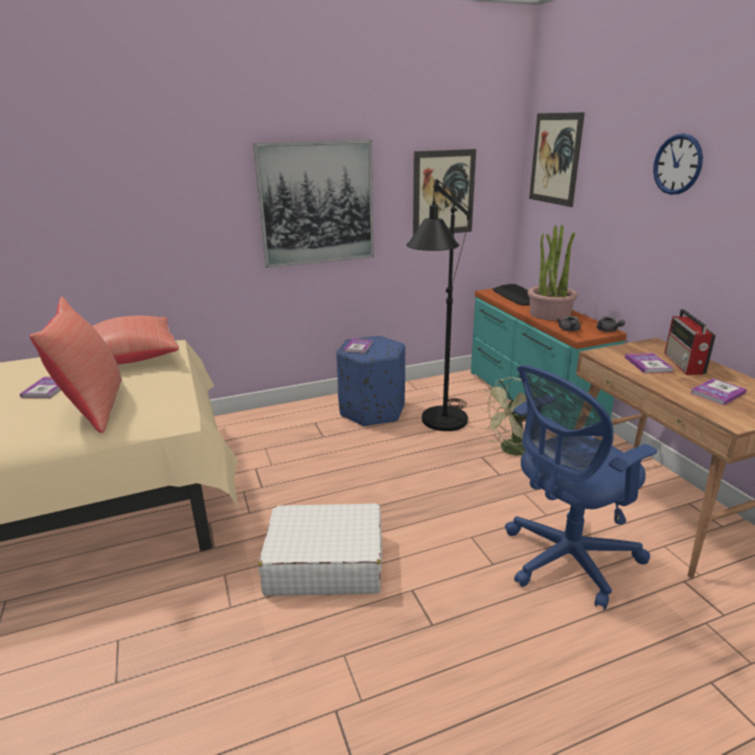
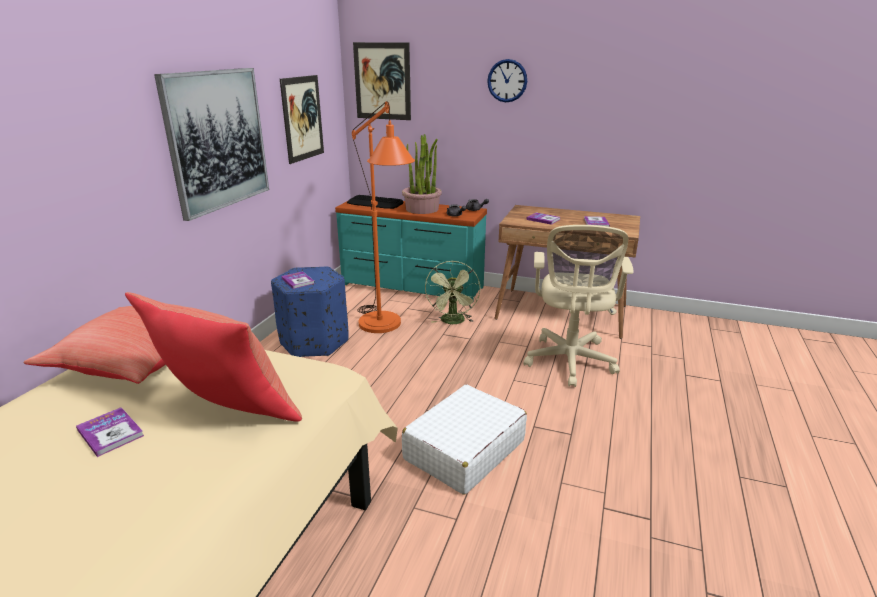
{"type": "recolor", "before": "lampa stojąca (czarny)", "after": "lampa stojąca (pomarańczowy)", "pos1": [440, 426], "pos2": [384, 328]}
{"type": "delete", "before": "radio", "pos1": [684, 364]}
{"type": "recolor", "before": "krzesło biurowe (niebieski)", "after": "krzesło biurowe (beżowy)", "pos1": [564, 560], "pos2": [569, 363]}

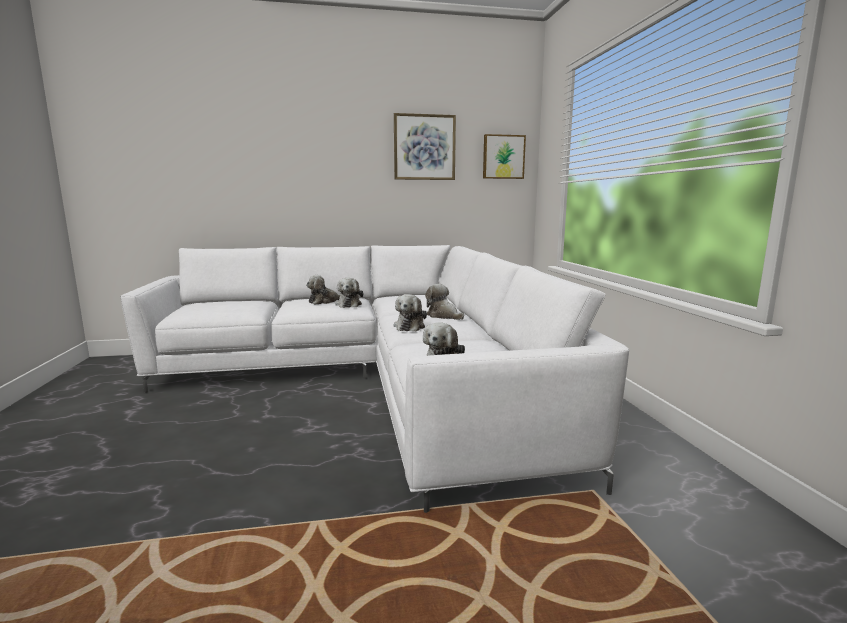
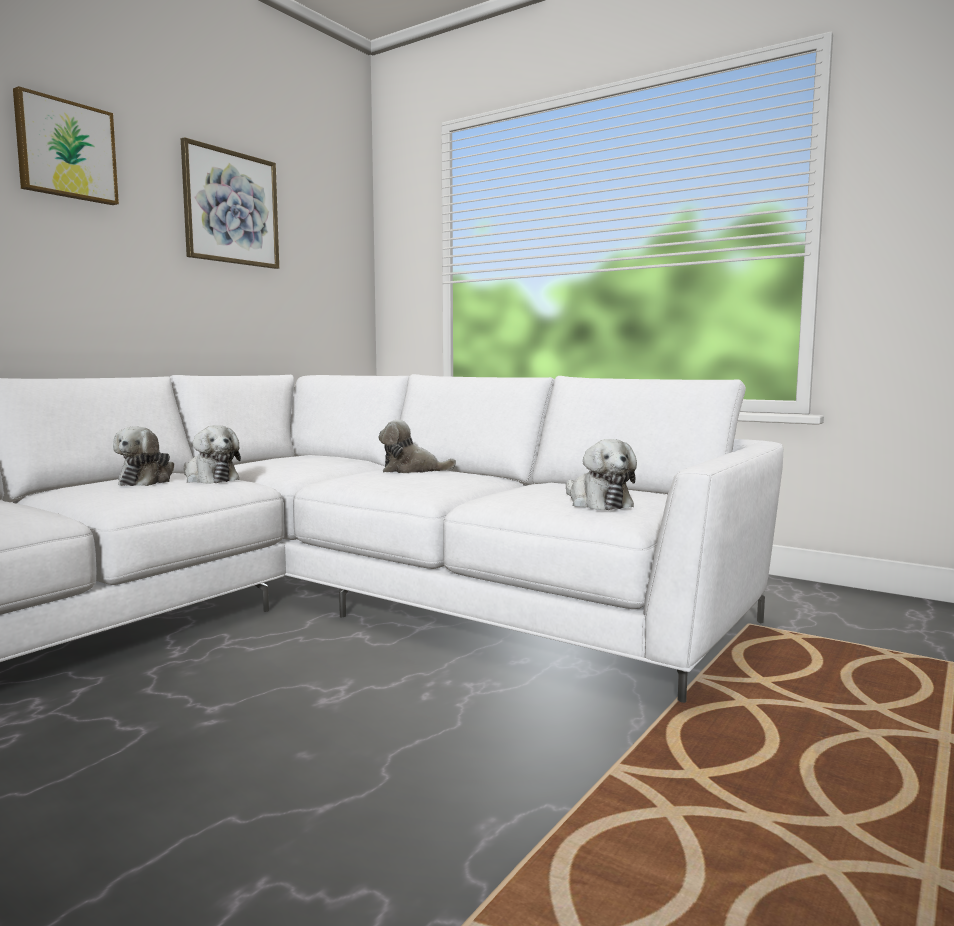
{"type": "move", "before": "obraz", "pos1": [503, 157], "pos2": [65, 150]}
{"type": "delete", "before": "pluszak", "pos1": [410, 326]}

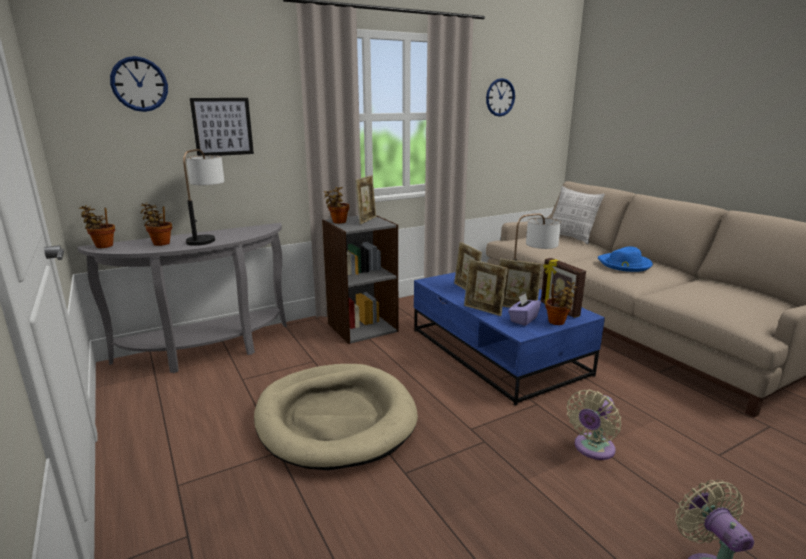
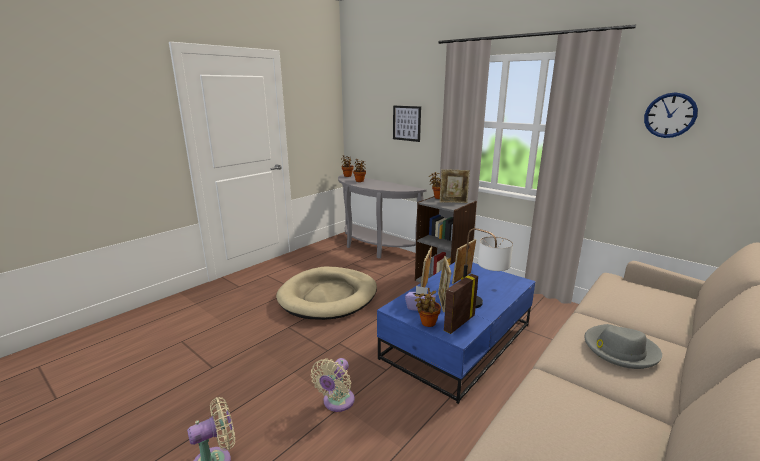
{"type": "delete", "before": "zegar ścienny", "pos1": [139, 84]}
{"type": "delete", "before": "lampa stołowa", "pos1": [209, 237]}
{"type": "delete", "before": "poduszka", "pos1": [571, 238]}
{"type": "recolor", "before": "kapelusz (niebieski)", "after": "kapelusz (szary)", "pos1": [624, 264], "pos2": [619, 349]}
{"type": "rotate", "before": "wentylator (beżowy)", "pos1": [592, 449], "pos2": [337, 402], "turn": -90}

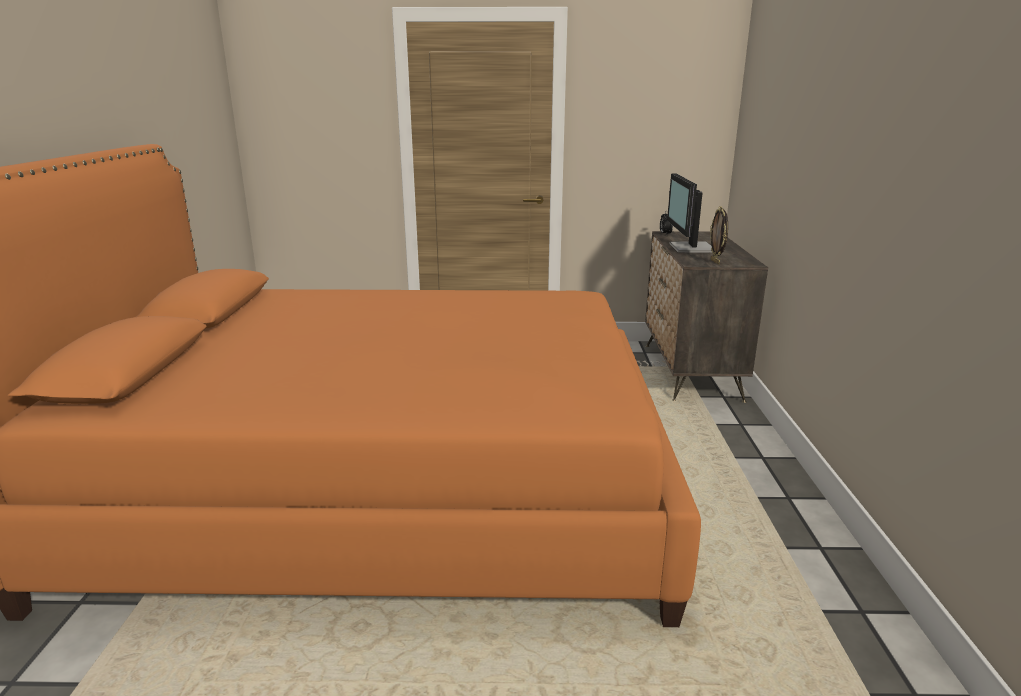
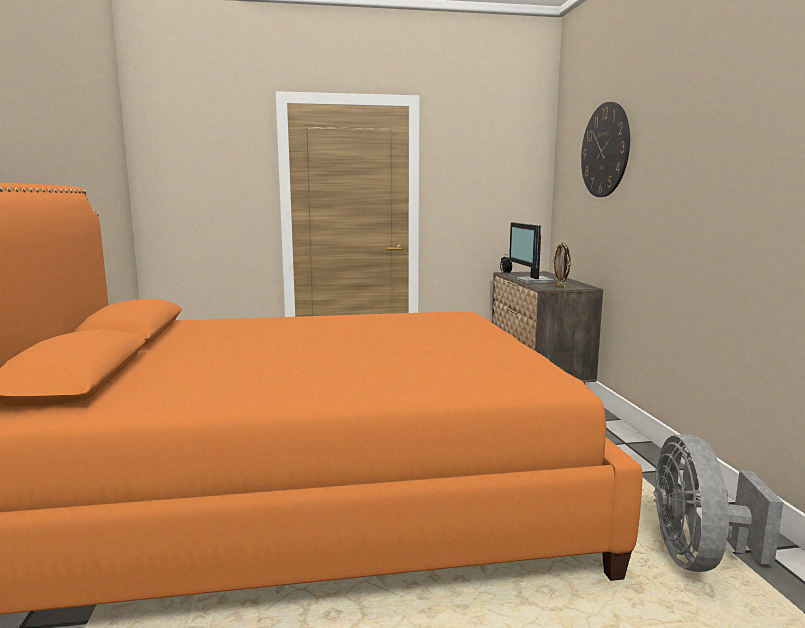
{"type": "insert", "after": "zegar ścienny", "pos2": [605, 150]}
{"type": "insert", "after": "wentylator (szary)", "pos2": [698, 557]}

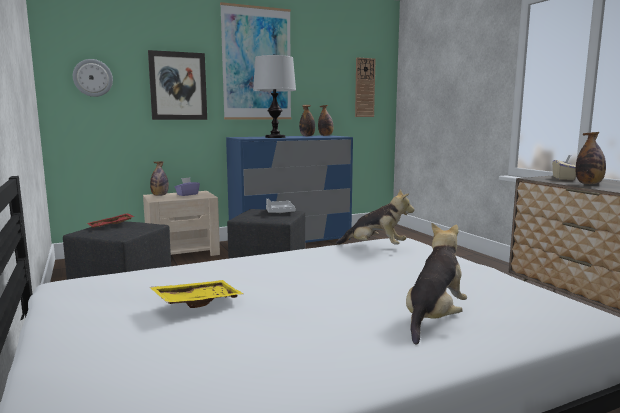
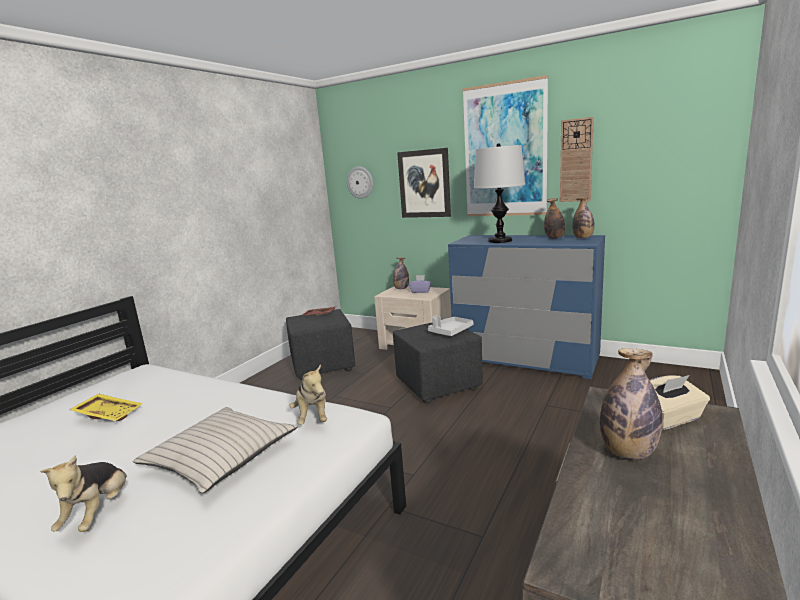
{"type": "move", "before": "zegar ścienny", "pos1": [364, 87], "pos2": [576, 160]}
{"type": "rotate", "before": "pluszak", "pos1": [434, 318], "pos2": [98, 513], "turn": 90}
{"type": "insert", "after": "poduszka (beżowy)", "pos2": [220, 458]}

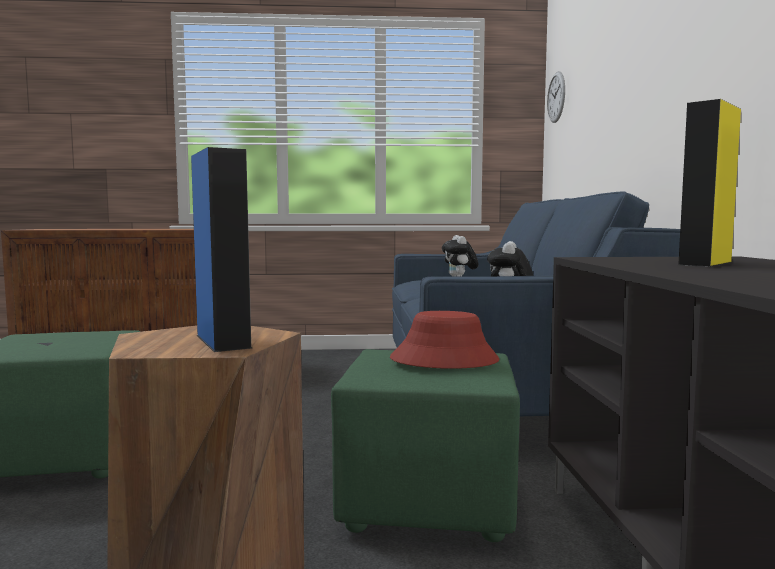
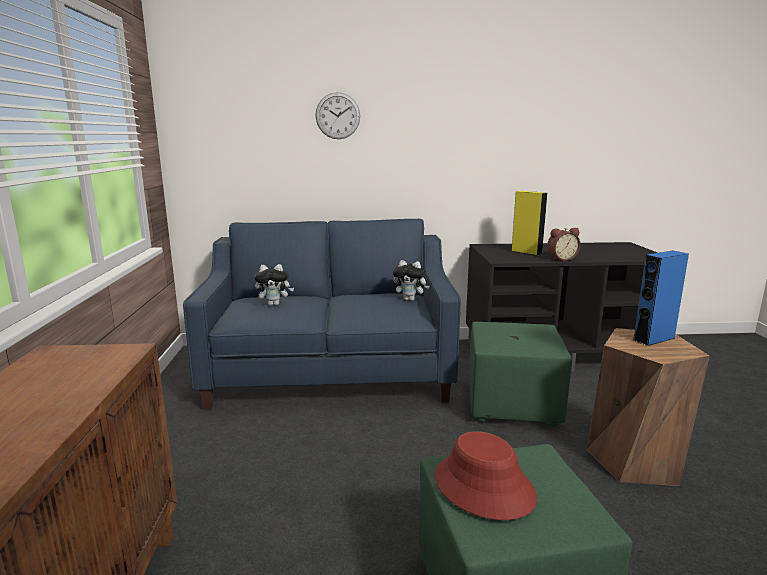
{"type": "move", "before": "zegar ścienny", "pos1": [556, 97], "pos2": [337, 116]}
{"type": "move", "before": "kapelusz (czerwony)", "pos1": [444, 360], "pos2": [483, 486]}
{"type": "insert", "after": "budzik", "pos2": [561, 259]}

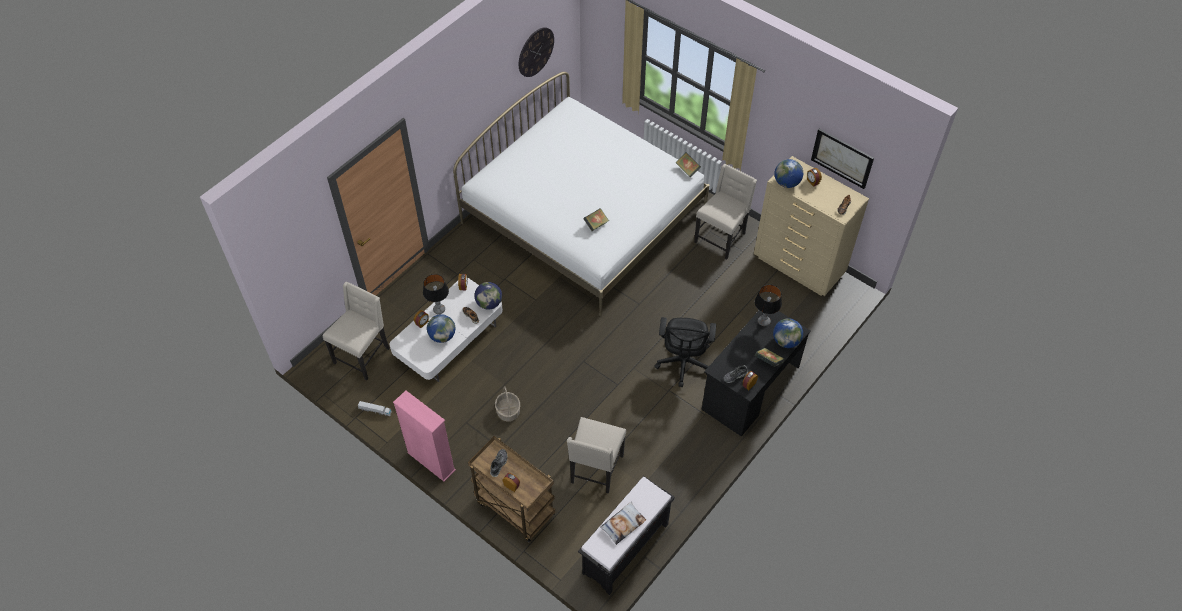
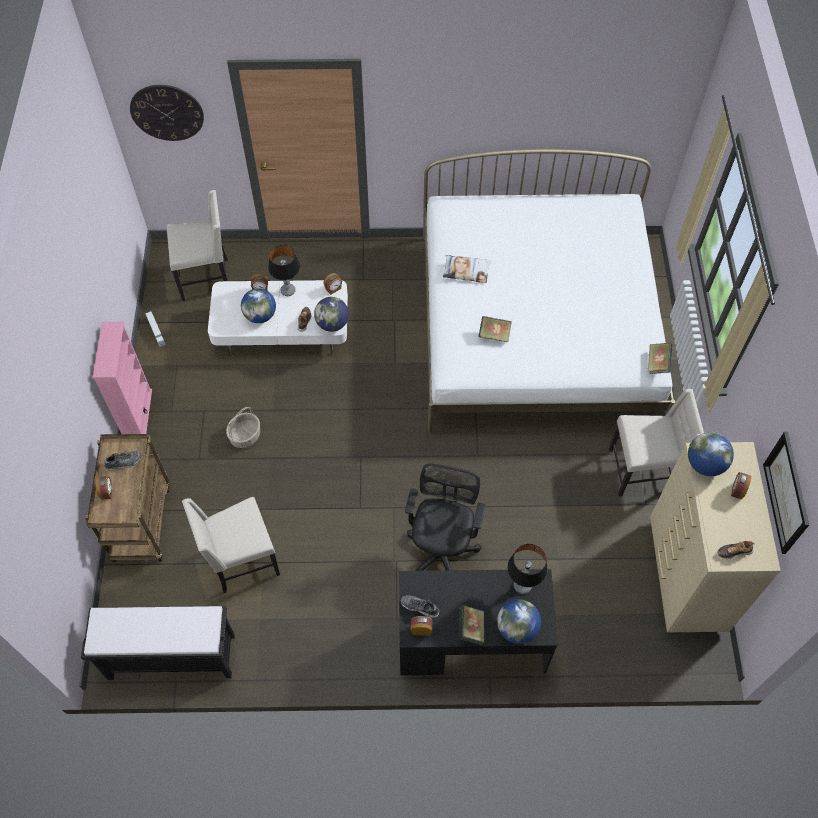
{"type": "move", "before": "zegar ścienny", "pos1": [535, 52], "pos2": [167, 112]}
{"type": "rotate", "before": "krzesło biurowe (czarny)", "pos1": [683, 364], "pos2": [441, 551], "turn": 135}
{"type": "move", "before": "poduszka", "pos1": [623, 524], "pos2": [466, 271]}

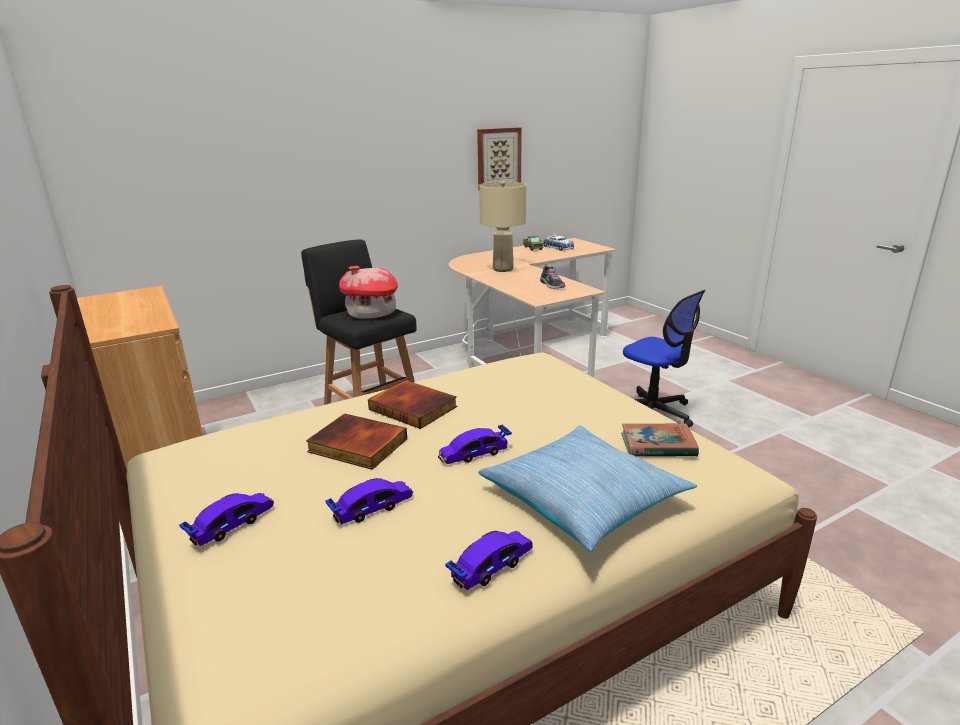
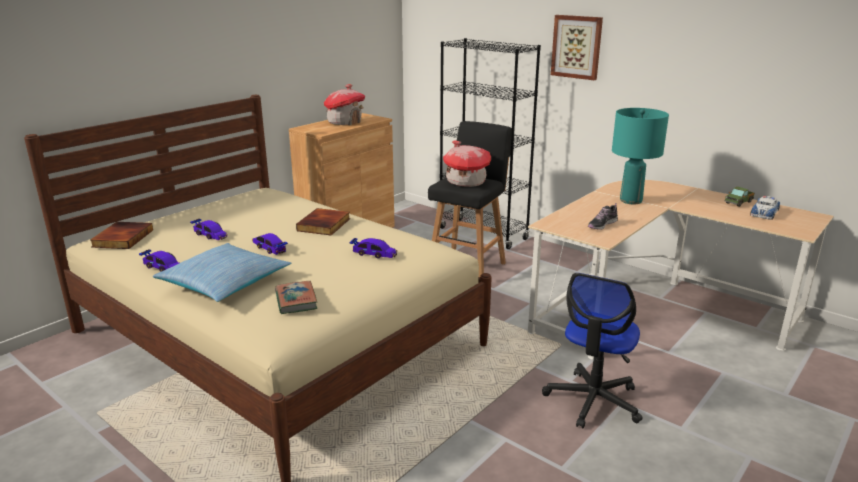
{"type": "move", "before": "obraz", "pos1": [498, 158], "pos2": [576, 47]}
{"type": "recolor", "before": "lampa stołowa (beżowy)", "after": "lampa stołowa (turkusowy)", "pos1": [502, 269], "pos2": [630, 200]}
{"type": "move", "before": "książka", "pos1": [356, 446], "pos2": [122, 238]}
{"type": "move", "before": "samochodzik", "pos1": [232, 524], "pos2": [374, 254]}
{"type": "insert", "after": "regał (czarny)", "pos2": [483, 234]}
{"type": "insert", "after": "domek", "pos2": [345, 122]}

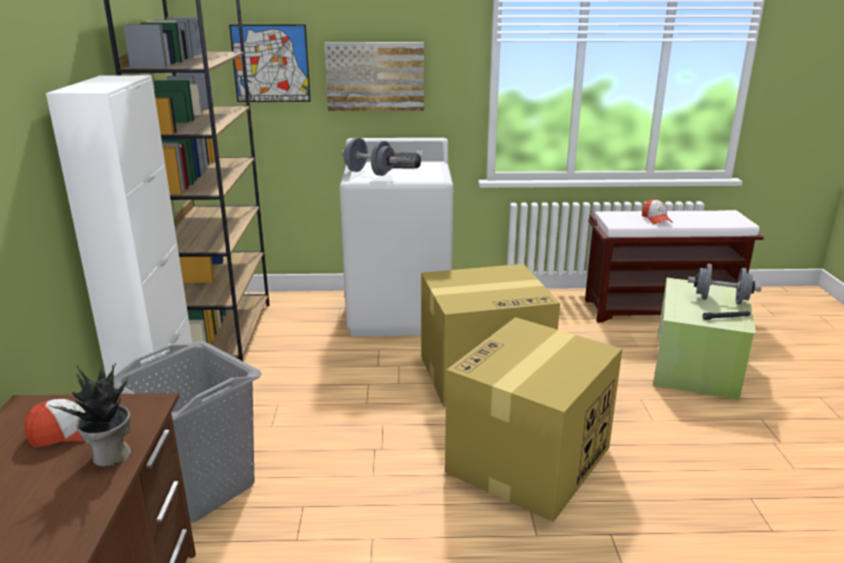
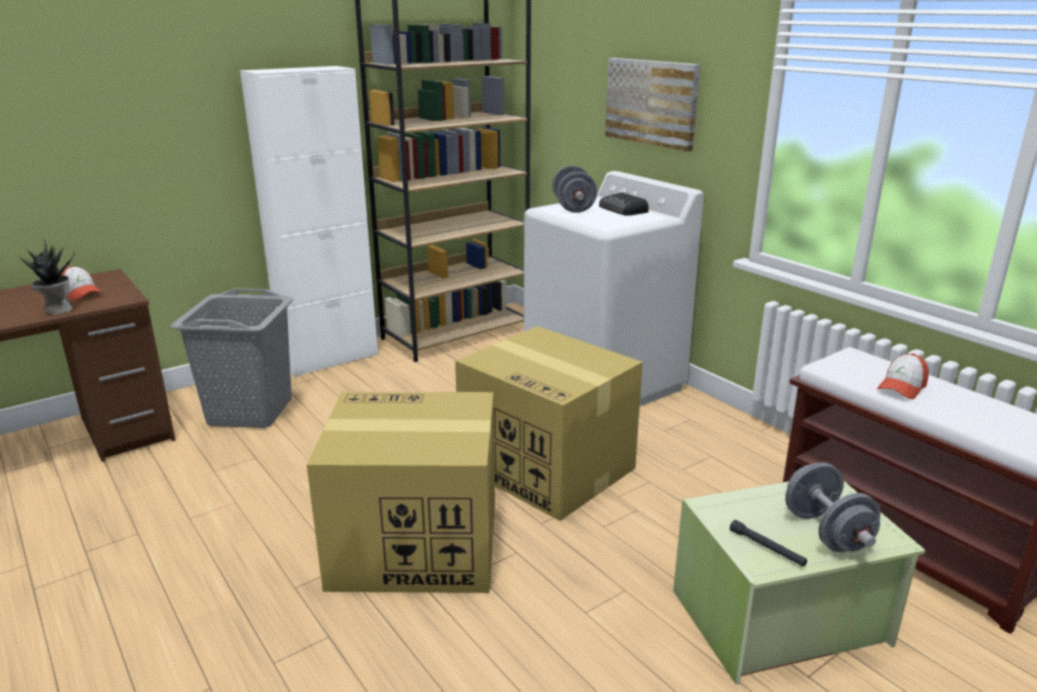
{"type": "delete", "before": "obraz", "pos1": [271, 63]}

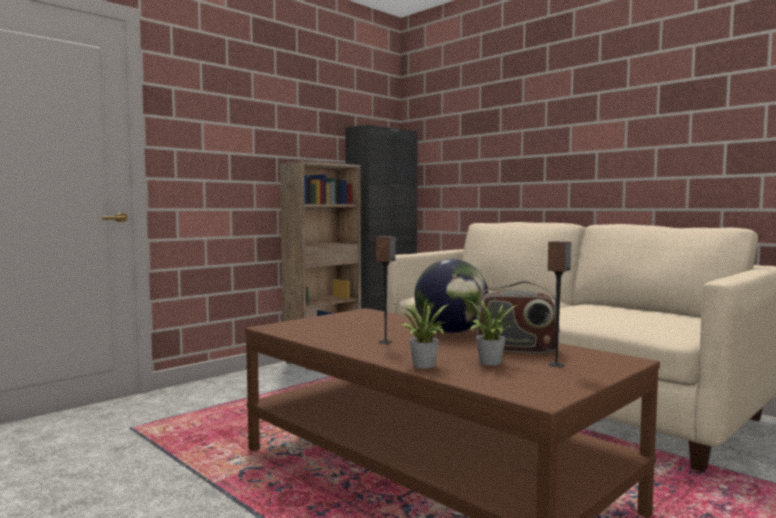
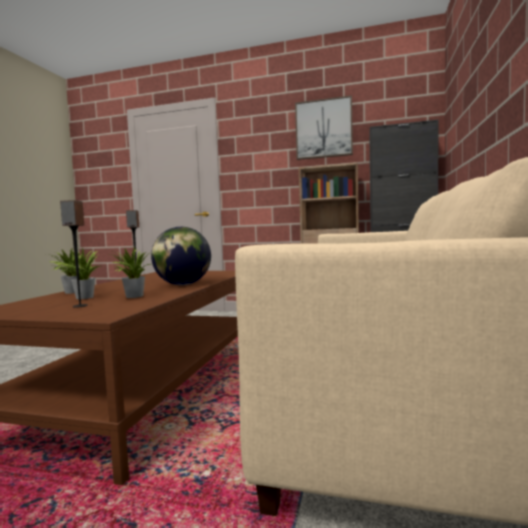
{"type": "replace", "before": "radio", "after": "roślina doniczkowa", "pos1": [516, 349], "pos2": [132, 296]}
{"type": "insert", "after": "obraz", "pos2": [323, 129]}

